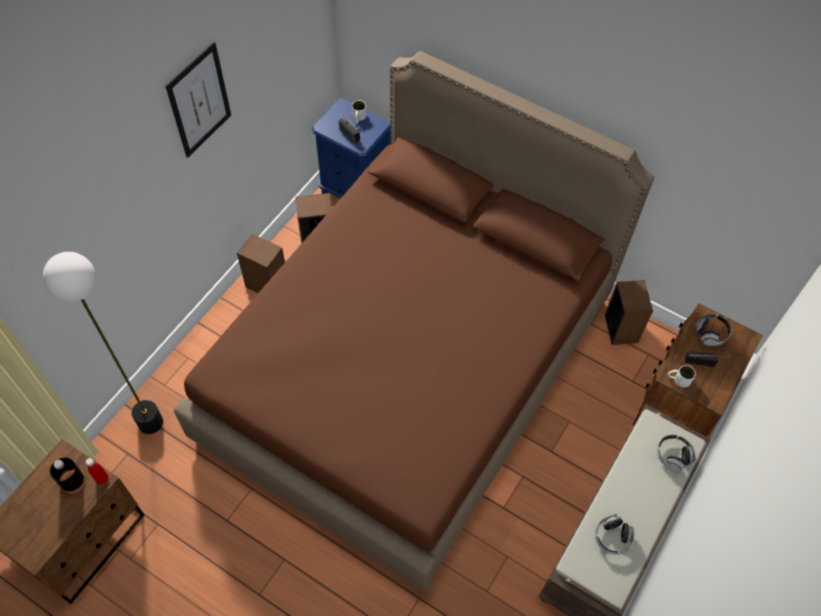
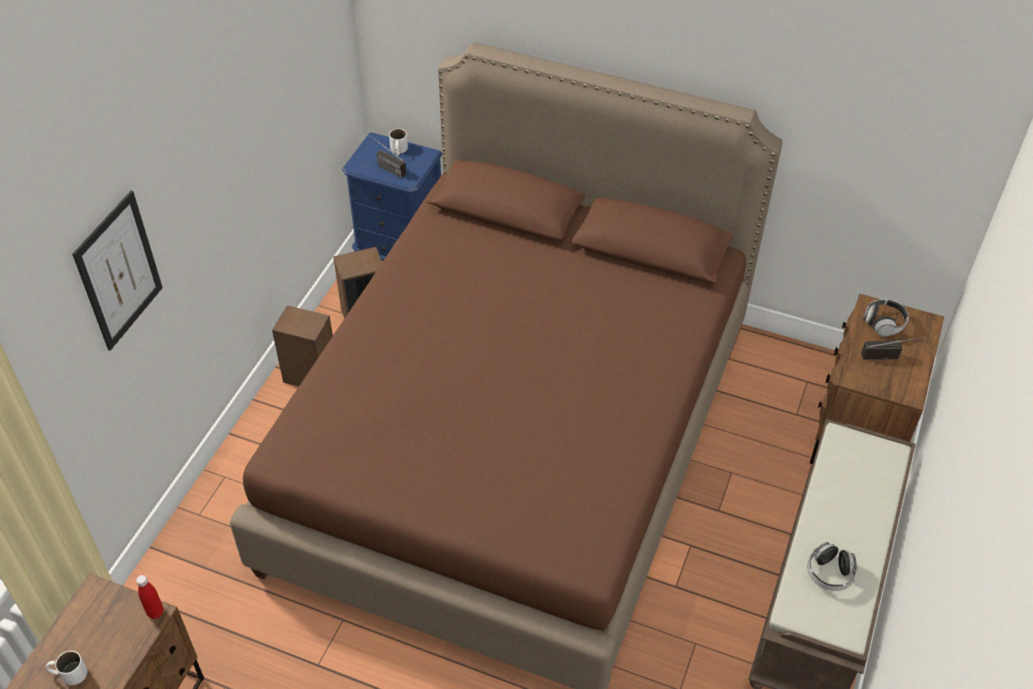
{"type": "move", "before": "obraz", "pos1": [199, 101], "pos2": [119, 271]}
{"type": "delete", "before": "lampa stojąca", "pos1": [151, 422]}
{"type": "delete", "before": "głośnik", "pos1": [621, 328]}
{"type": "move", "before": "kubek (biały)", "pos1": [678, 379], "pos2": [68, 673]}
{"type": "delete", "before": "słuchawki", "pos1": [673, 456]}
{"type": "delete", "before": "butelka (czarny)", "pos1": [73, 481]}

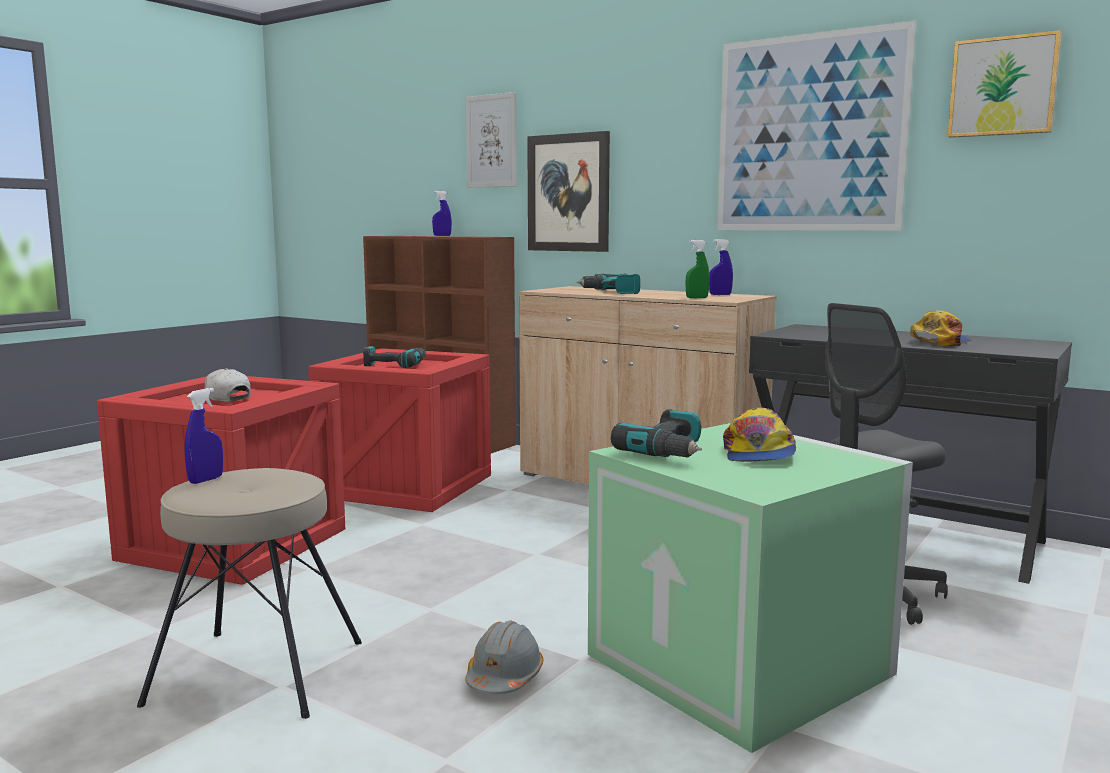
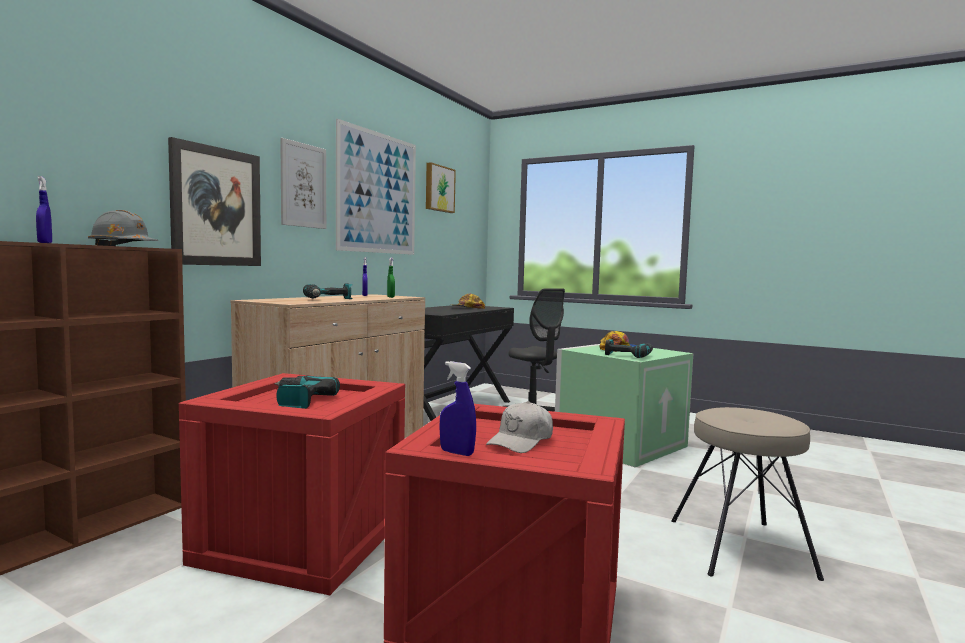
{"type": "move", "before": "obraz", "pos1": [491, 141], "pos2": [303, 185]}
{"type": "move", "before": "spryskiwacz (niebieski)", "pos1": [206, 480], "pos2": [457, 452]}
{"type": "move", "before": "kask (szary)", "pos1": [504, 677], "pos2": [123, 246]}

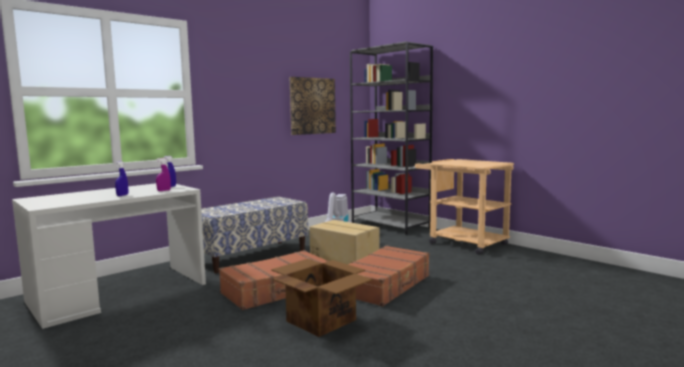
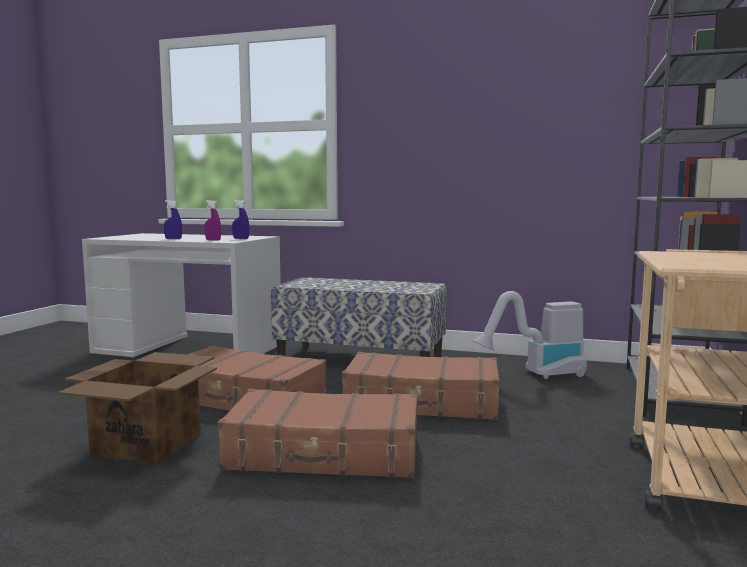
{"type": "delete", "before": "obraz", "pos1": [312, 106]}
{"type": "replace", "before": "karton", "after": "walizka (brązowy)", "pos1": [344, 258], "pos2": [422, 403]}

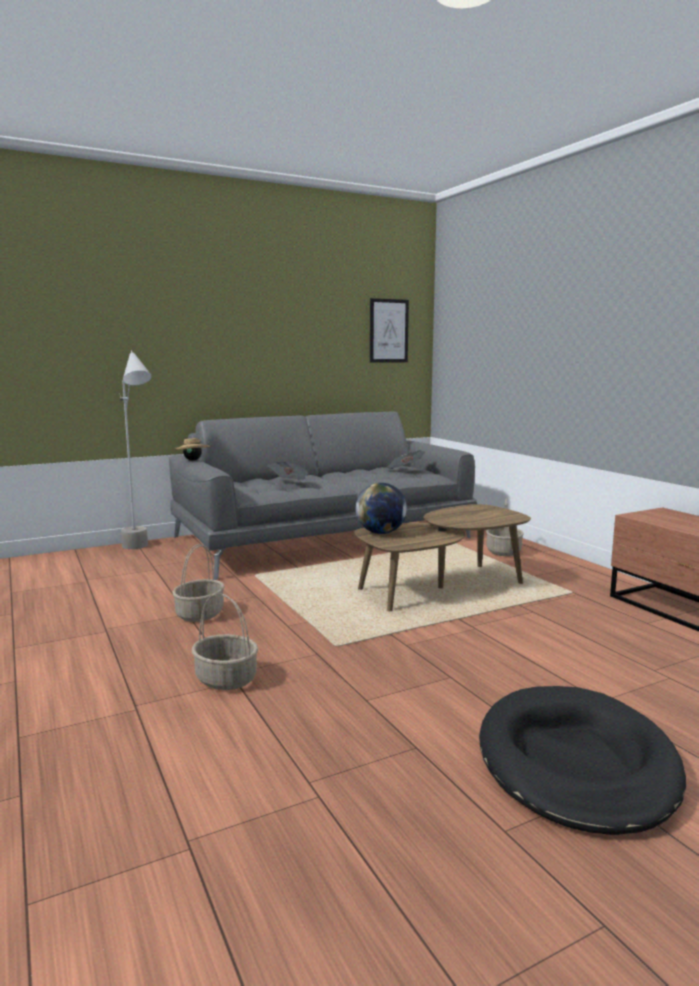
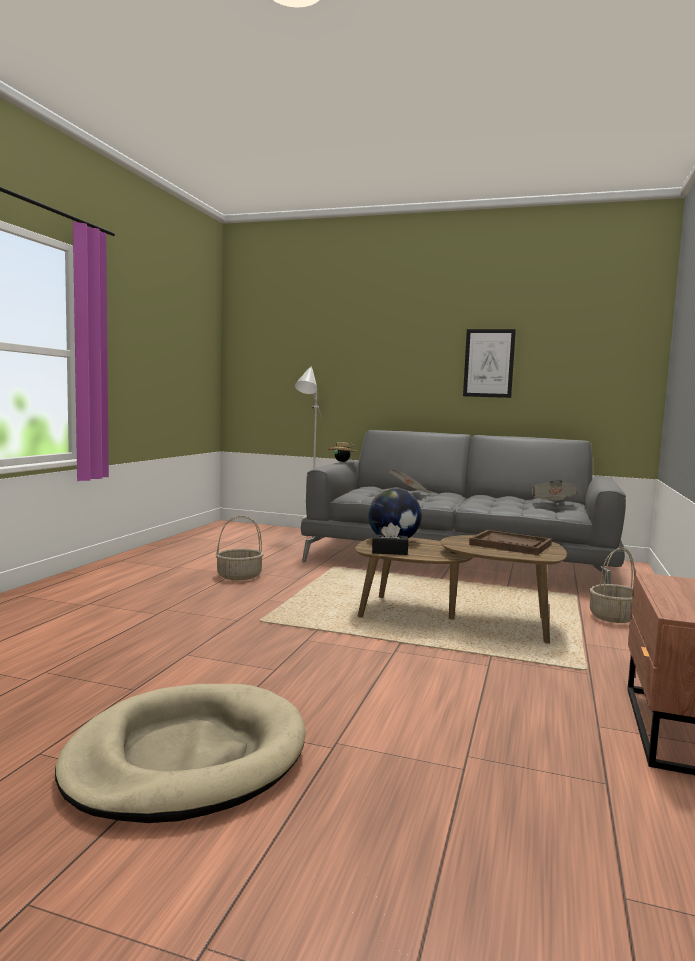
{"type": "move", "before": "obraz", "pos1": [388, 331], "pos2": [489, 363]}
{"type": "delete", "before": "koszyk", "pos1": [225, 679]}
{"type": "recolor", "before": "legowisko (czarny)", "after": "legowisko (beżowy)", "pos1": [576, 763], "pos2": [186, 758]}
{"type": "insert", "after": "pudełko chusteczek (czarny)", "pos2": [389, 552]}
{"type": "insert", "after": "taca (brązowy)", "pos2": [510, 545]}

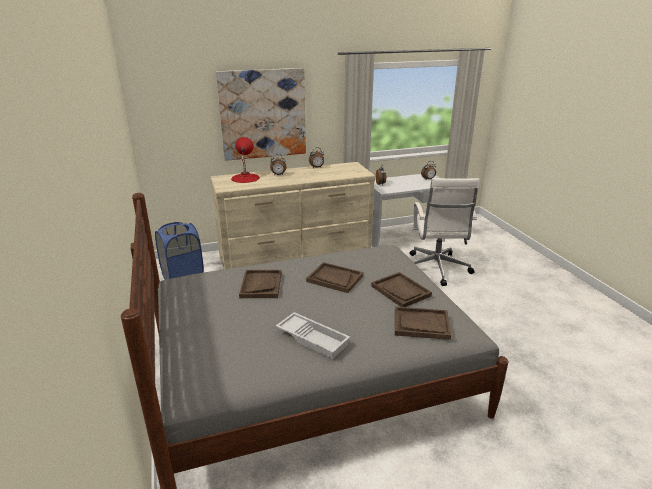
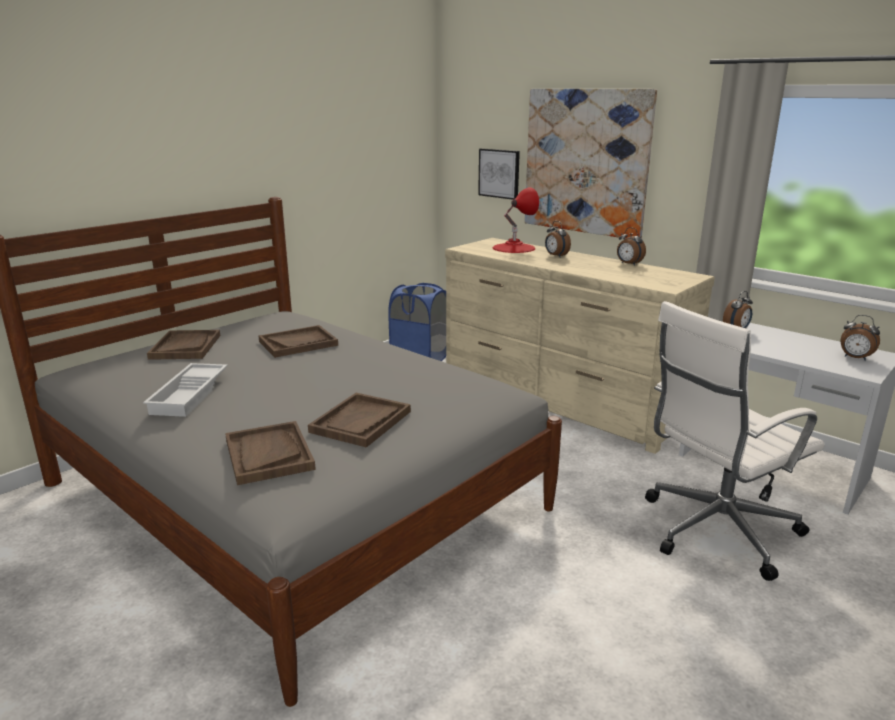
{"type": "move", "before": "taca (brązowy)", "pos1": [334, 279], "pos2": [185, 347]}
{"type": "insert", "after": "obraz", "pos2": [499, 173]}

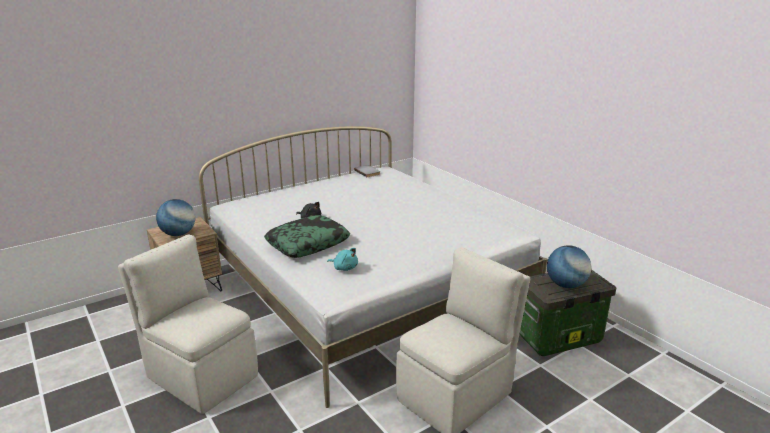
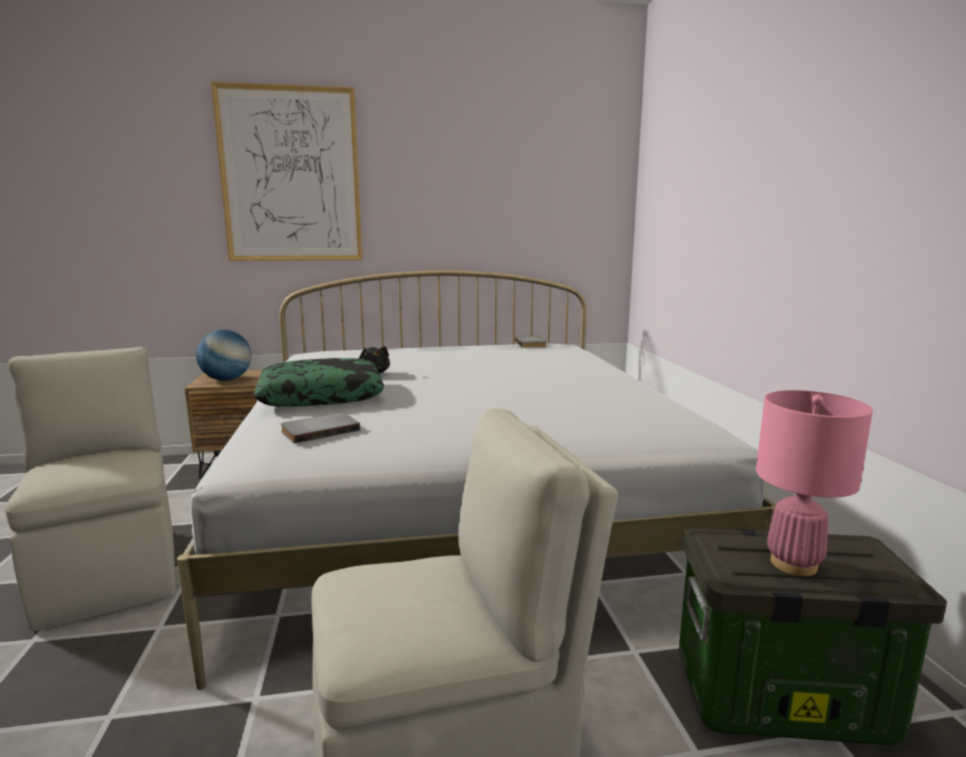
{"type": "replace", "before": "globus", "after": "lampa stołowa (różowy)", "pos1": [566, 285], "pos2": [793, 564]}
{"type": "replace", "before": "pluszak (turkusowy)", "after": "książka (szary)", "pos1": [344, 268], "pos2": [319, 430]}
{"type": "insert", "after": "obraz", "pos2": [291, 175]}

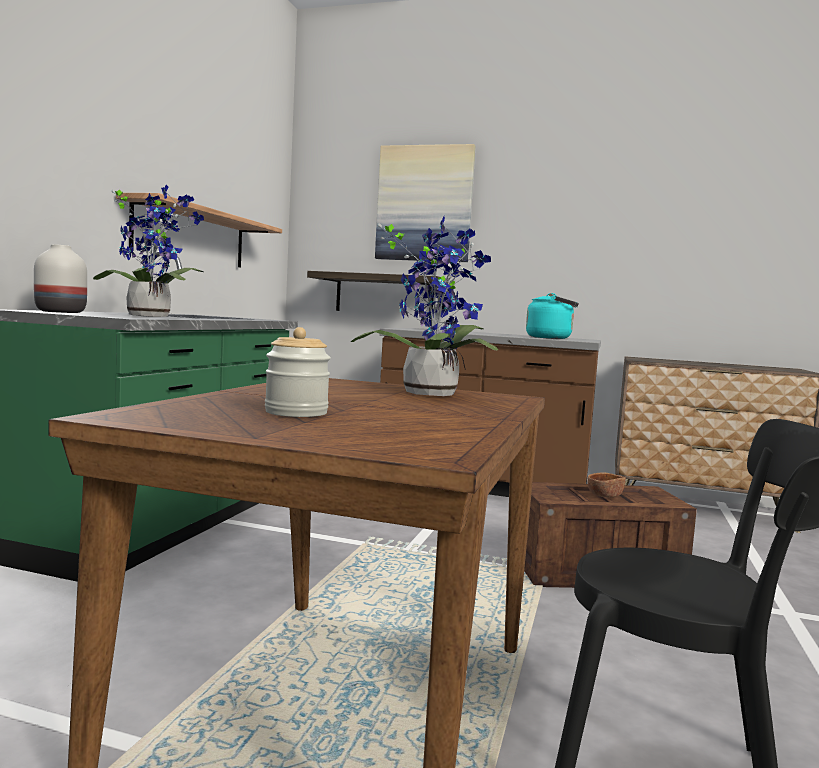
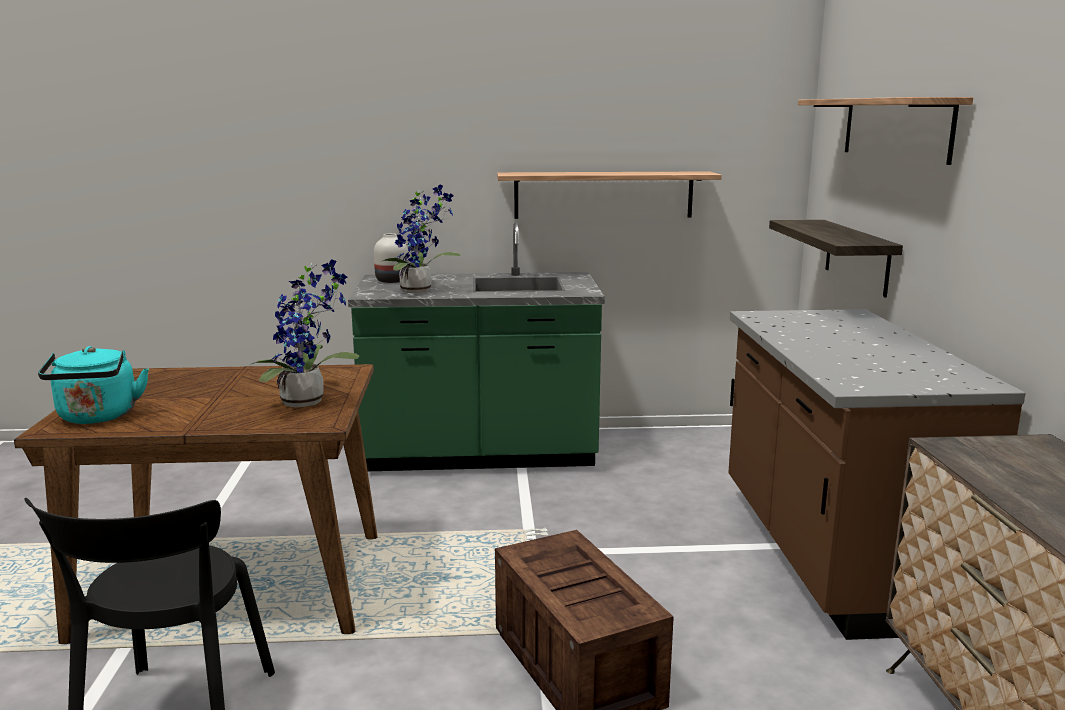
{"type": "replace", "before": "obraz", "after": "półka", "pos1": [424, 204], "pos2": [895, 128]}
{"type": "move", "before": "czajnik (turkusowy)", "pos1": [551, 338], "pos2": [97, 417]}
{"type": "delete", "before": "słoik", "pos1": [296, 412]}
{"type": "delete", "before": "miska (brązowy)", "pos1": [605, 495]}

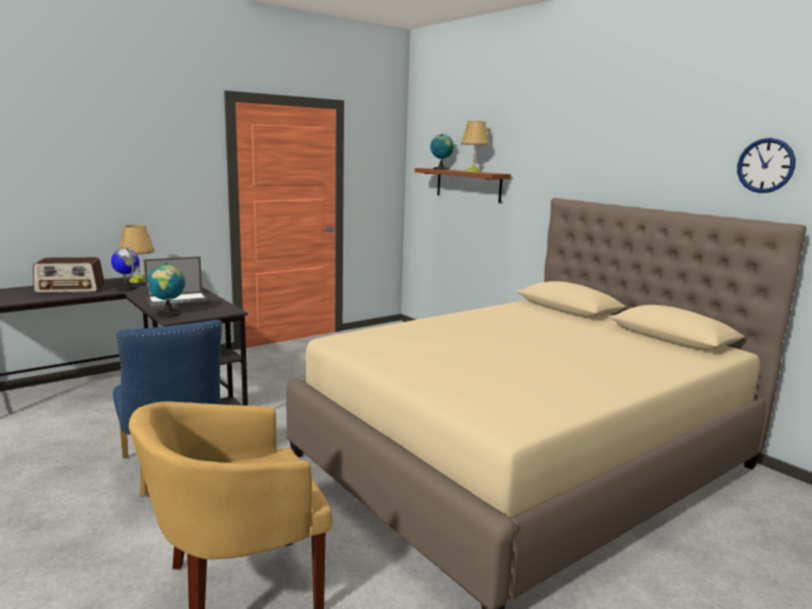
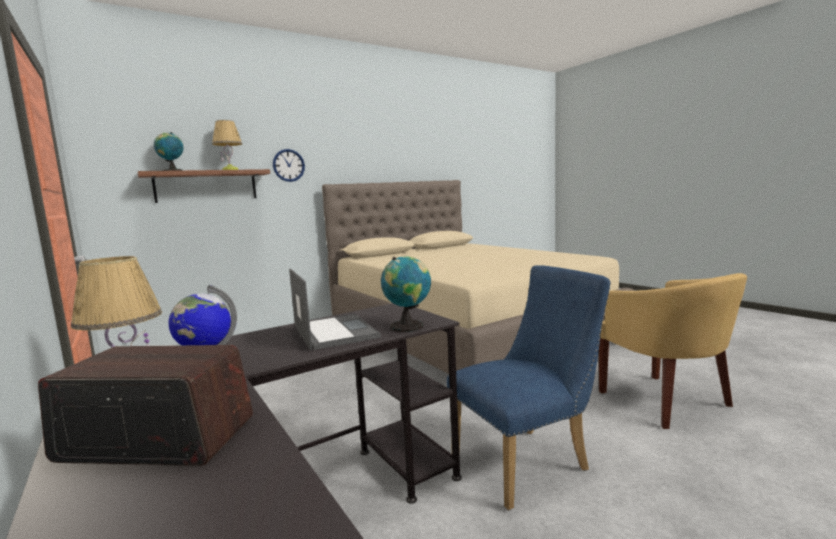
{"type": "move", "before": "zegar ścienny", "pos1": [765, 165], "pos2": [288, 165]}
{"type": "rotate", "before": "radio", "pos1": [70, 289], "pos2": [156, 439], "turn": -75}

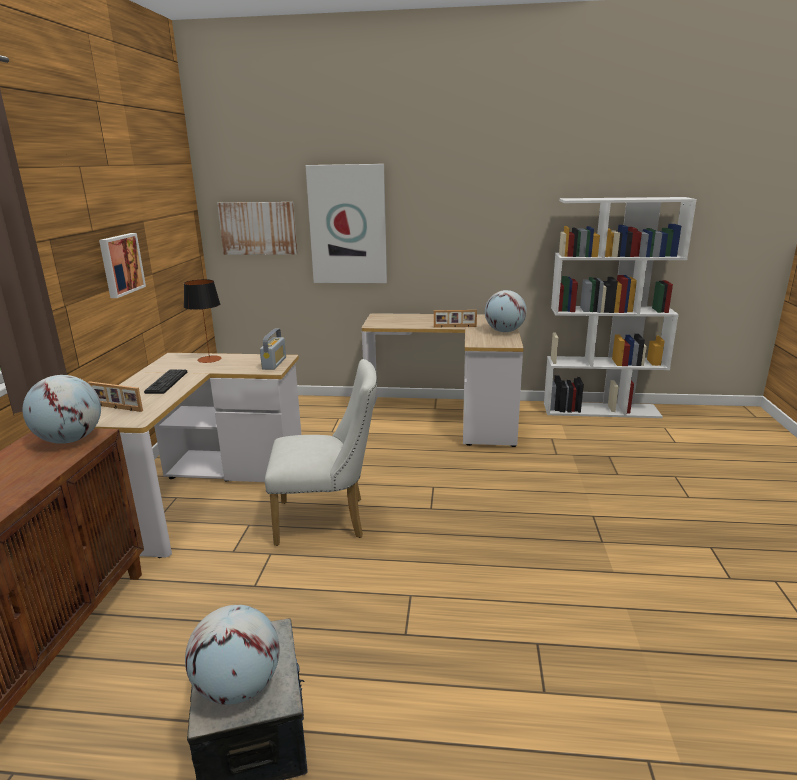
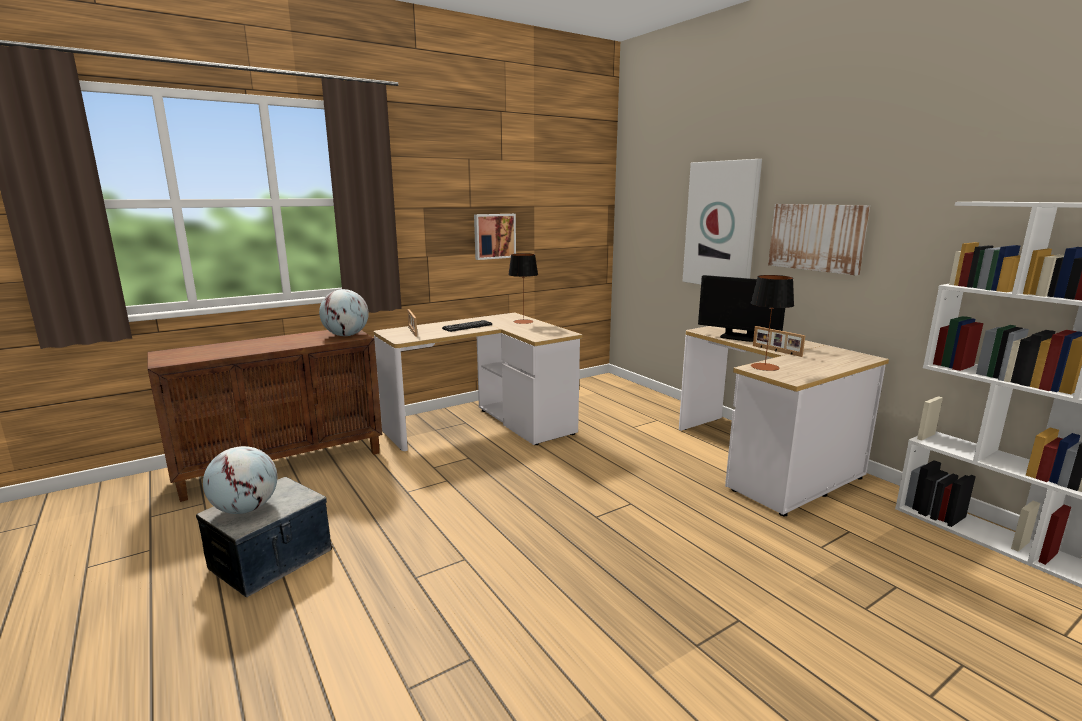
{"type": "move", "before": "obraz", "pos1": [258, 228], "pos2": [816, 237]}
{"type": "delete", "before": "globus", "pos1": [504, 331]}
{"type": "delete", "before": "radio", "pos1": [274, 363]}
{"type": "delete", "before": "krzesło (biały)", "pos1": [328, 520]}
{"type": "insert", "after": "monitor", "pos2": [738, 337]}
{"type": "insert", "after": "lampa stołowa", "pos2": [764, 367]}

